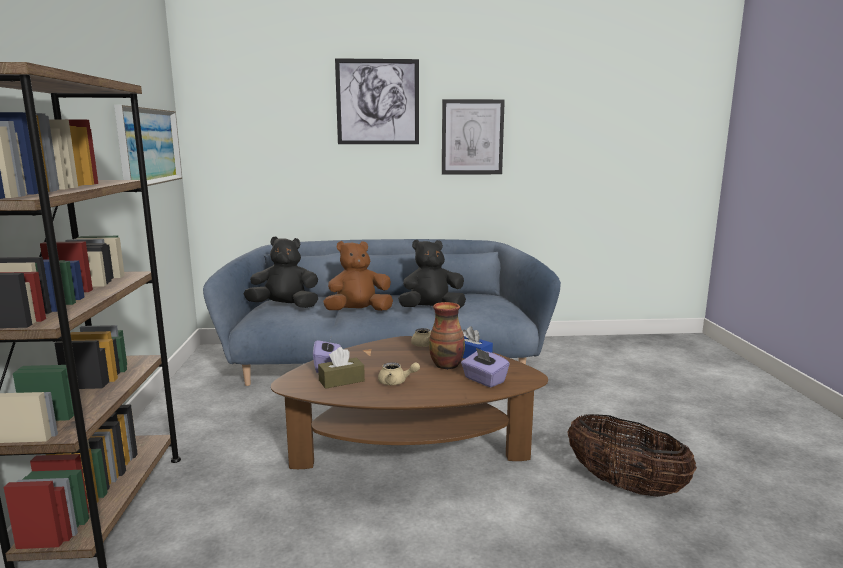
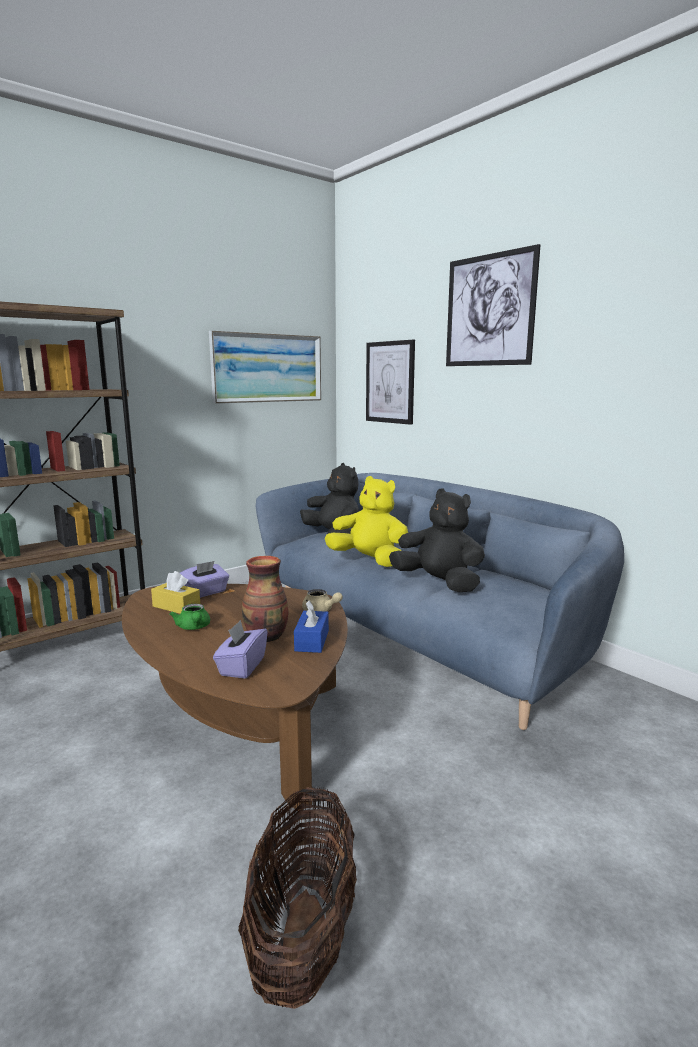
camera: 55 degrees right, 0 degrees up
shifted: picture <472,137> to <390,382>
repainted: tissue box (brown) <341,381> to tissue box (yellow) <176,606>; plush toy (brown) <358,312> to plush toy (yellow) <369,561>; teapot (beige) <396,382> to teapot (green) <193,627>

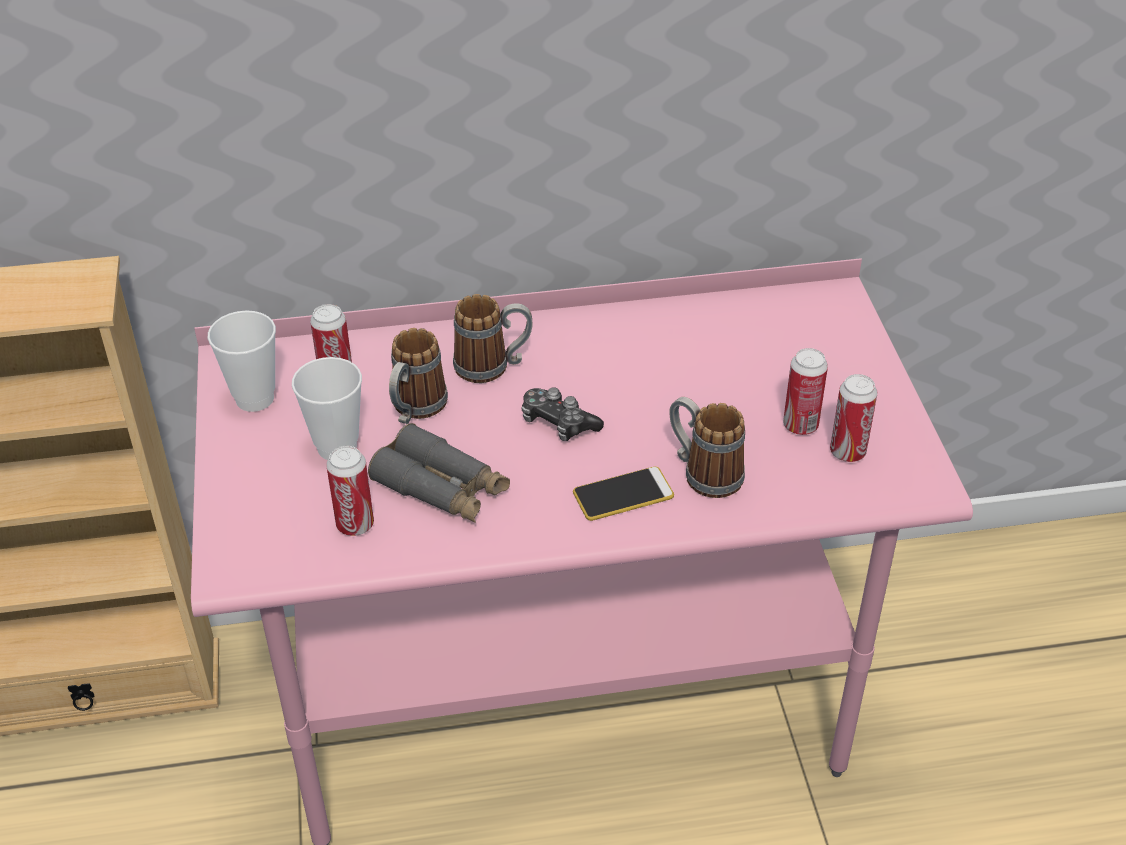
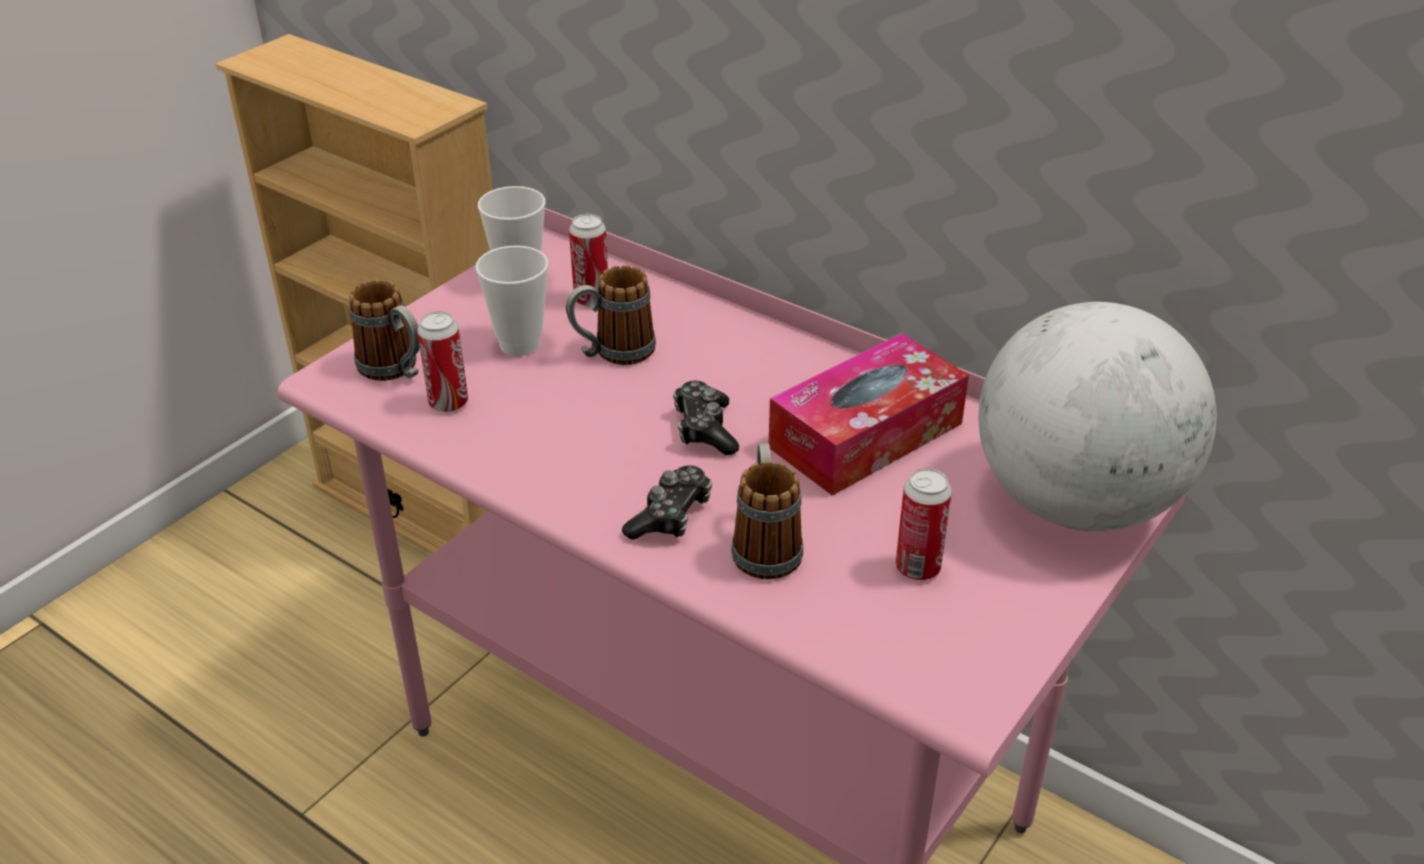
camera: 45 degrees right, 5 degrees down
gone: binoculars (grey) <442,488>; can <847,452>
new: tissue box <866,435>; globe <1075,502>
shifted: mug <493,366> to <396,370>
swapped: phone <623,494> to game controller <670,516>

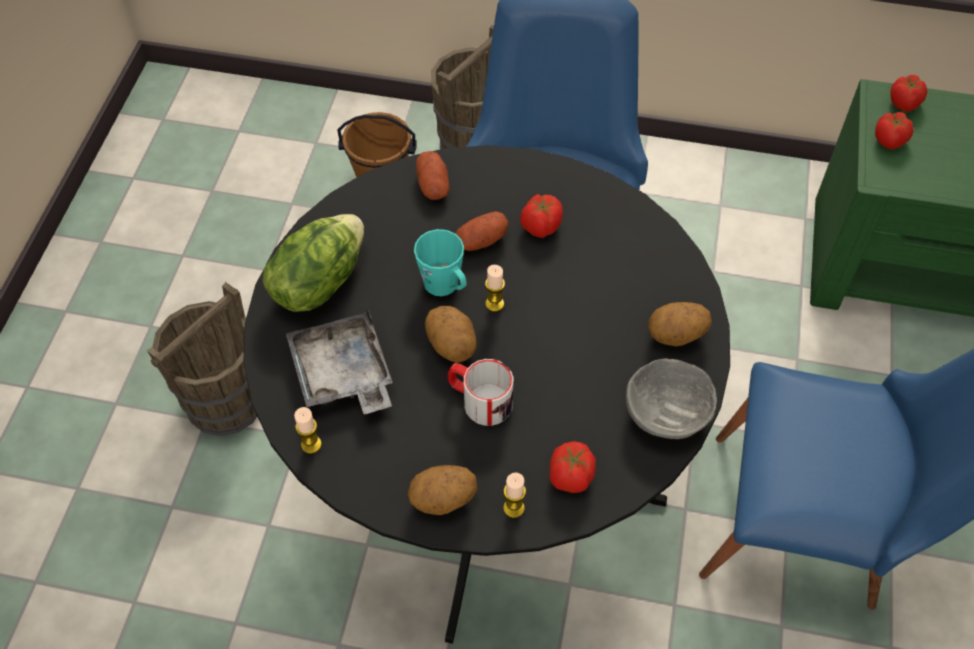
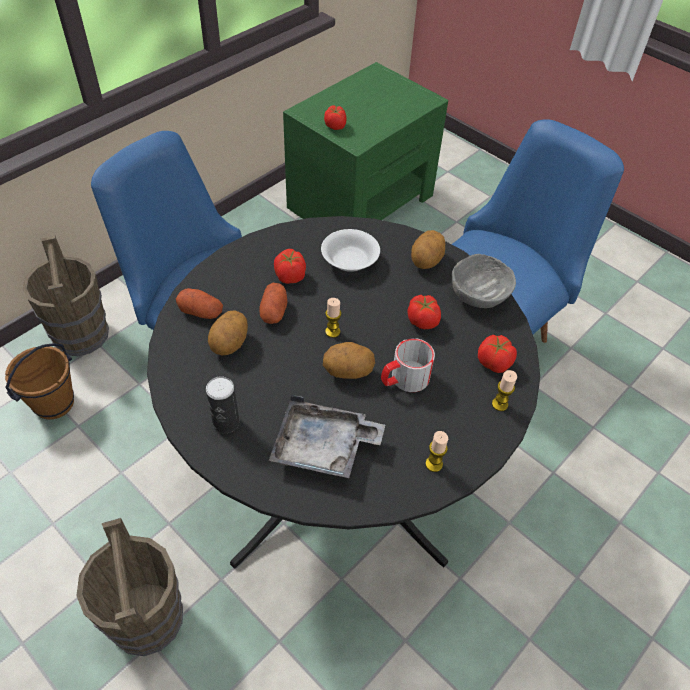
camera: 60 degrees left, 5 degrees down
gone: mug (turquoise) <445,286>
new: bowl (white) <349,261>
shifted: candle <311,444> to <434,464>; potato <443,500> to <230,344>; tomato <904,103> to <422,321>
swapped: lettuce <318,282> to can <226,422>

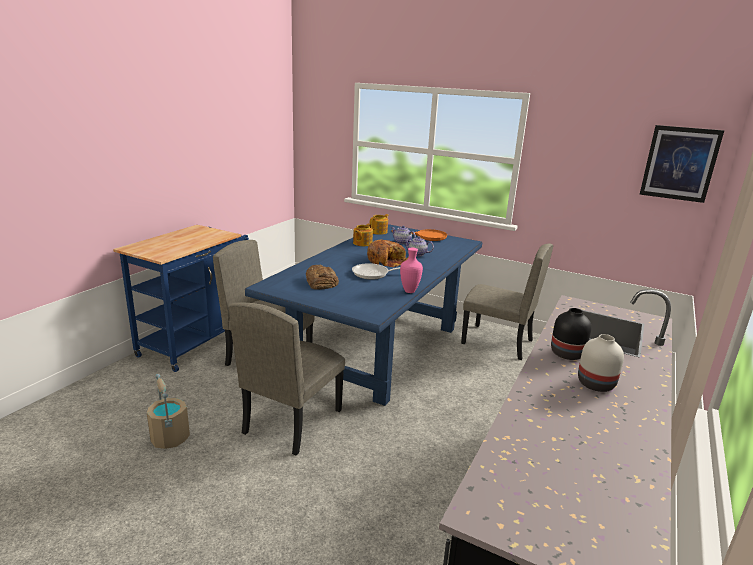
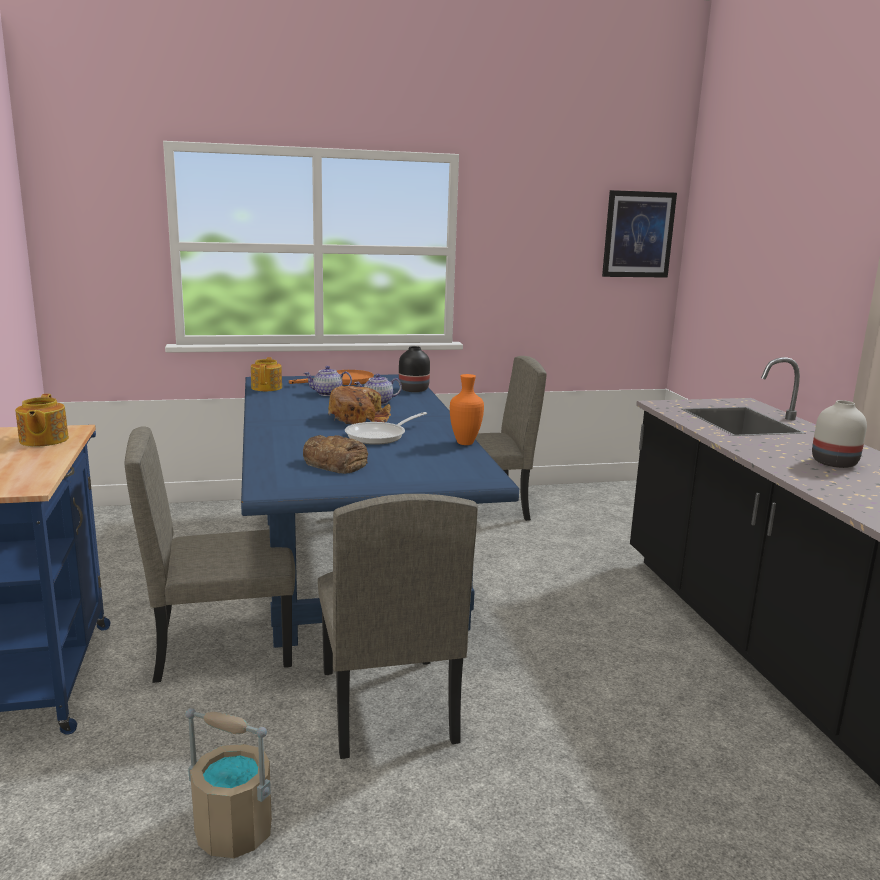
camera: 40 degrees left, 5 degrees down
shifted: teapot <362,243> to <43,440>; vase (black) <566,353> to <413,389>
repainted: vase (pink) <409,291> to vase (orange) <464,443>

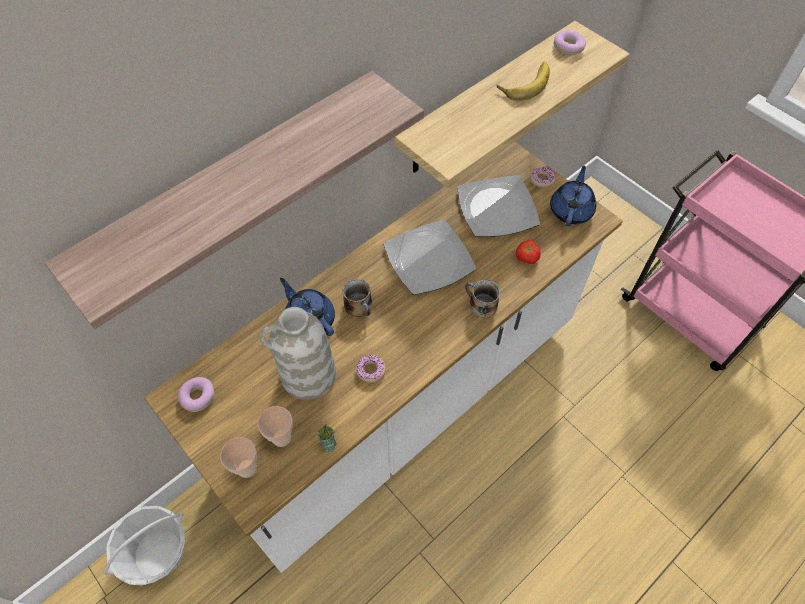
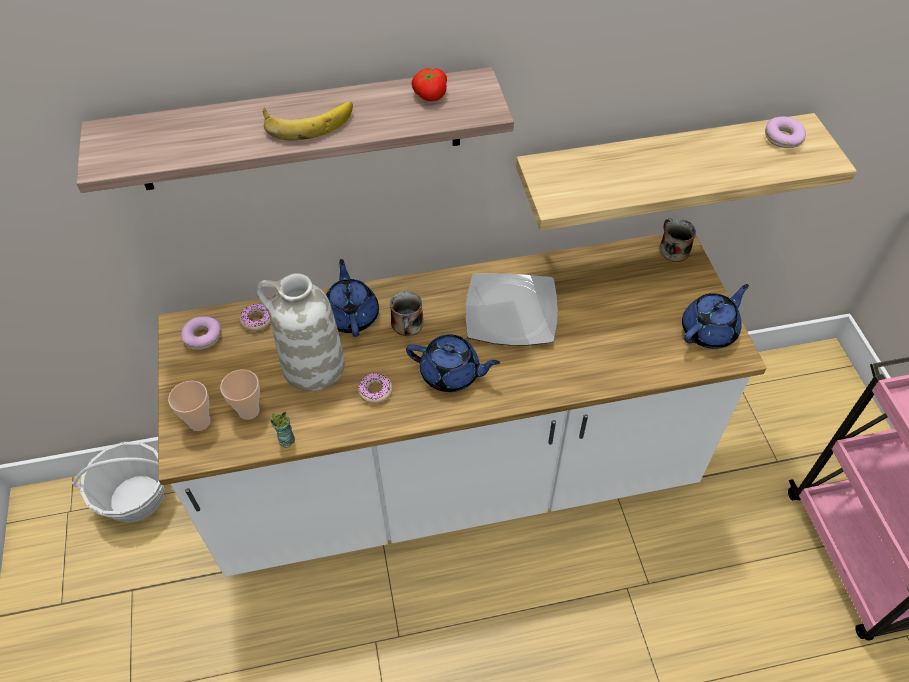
camera: 30 degrees right, 5 degrees down
gone: plate <496,209>
new: teapot (blue) <451,374>
shifted: mug <481,305> to <673,249>; banana <524,83> to <308,120>; tomato <526,257> to <429,94>; donut <541,180> to <257,320>

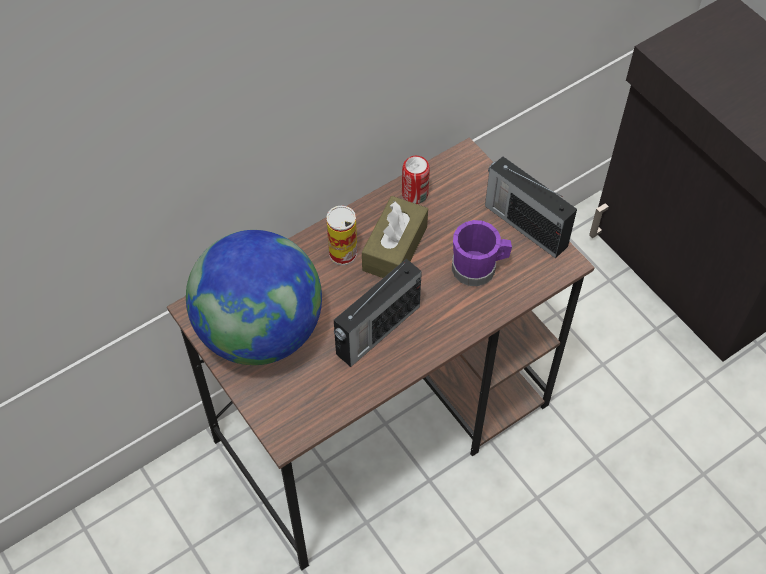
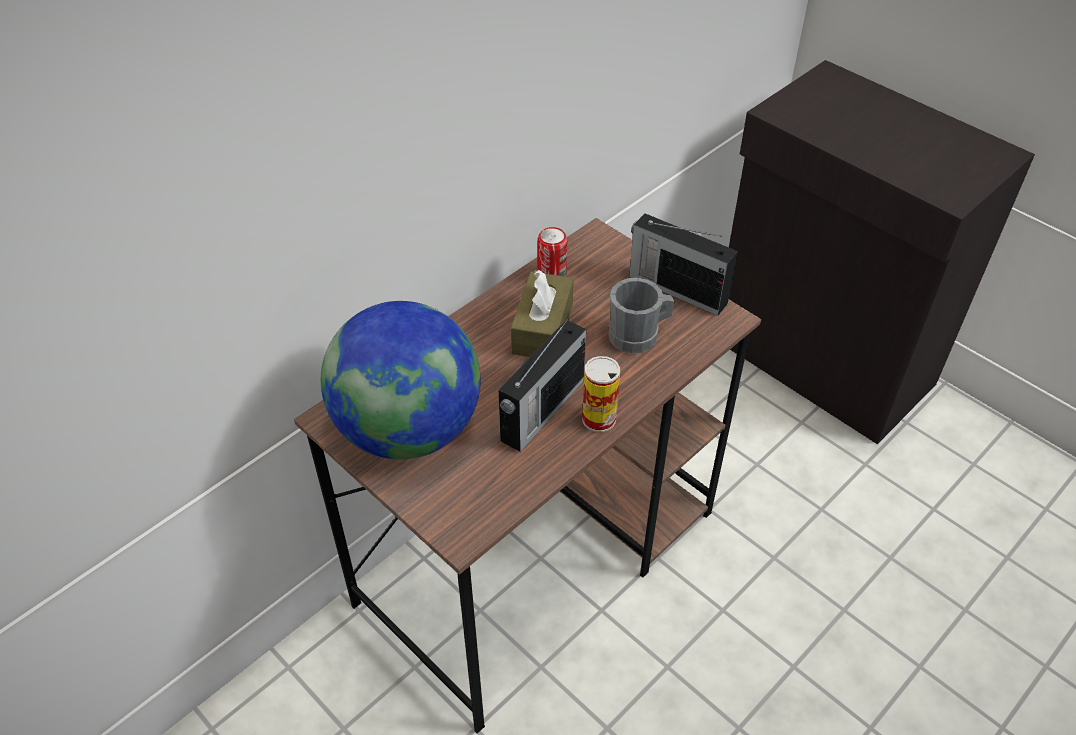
camera: 10 degrees left, 10 degrees down
shifted: can <343,253> to <599,419>
repainted: mug (purple) <479,268> to mug (grey) <638,335>

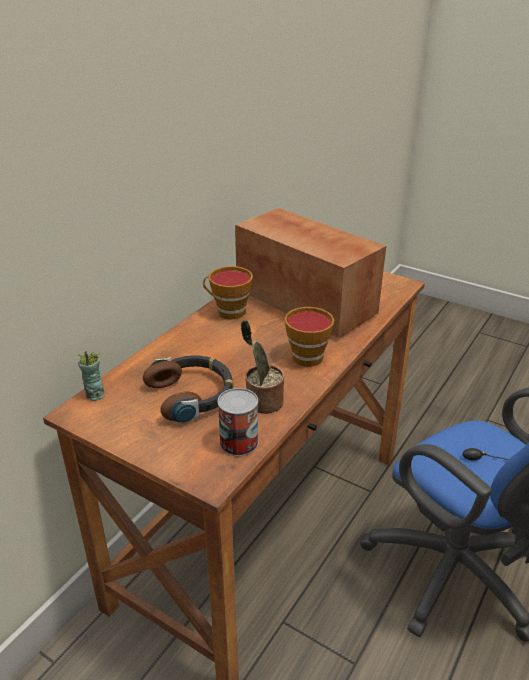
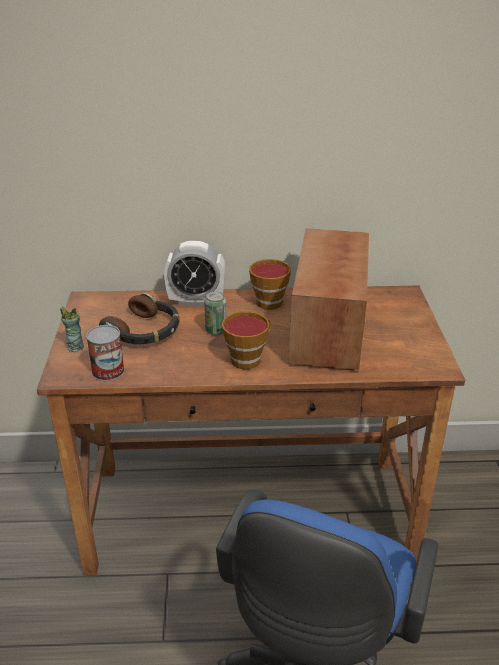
camera: 55 degrees right, 0 degrees up
gone: potted plant <262,402>
new: alarm clock <196,301>; can <216,331>
shifted: cup <95,395> to <75,347>

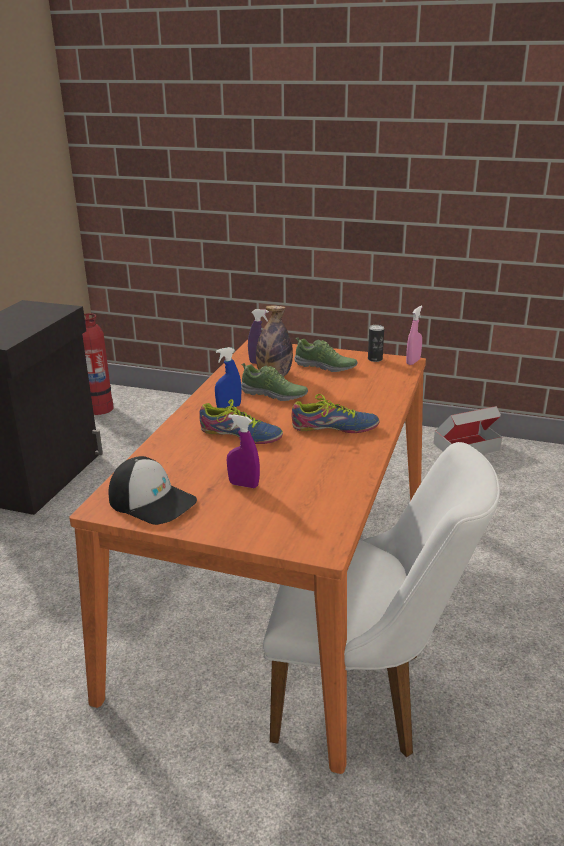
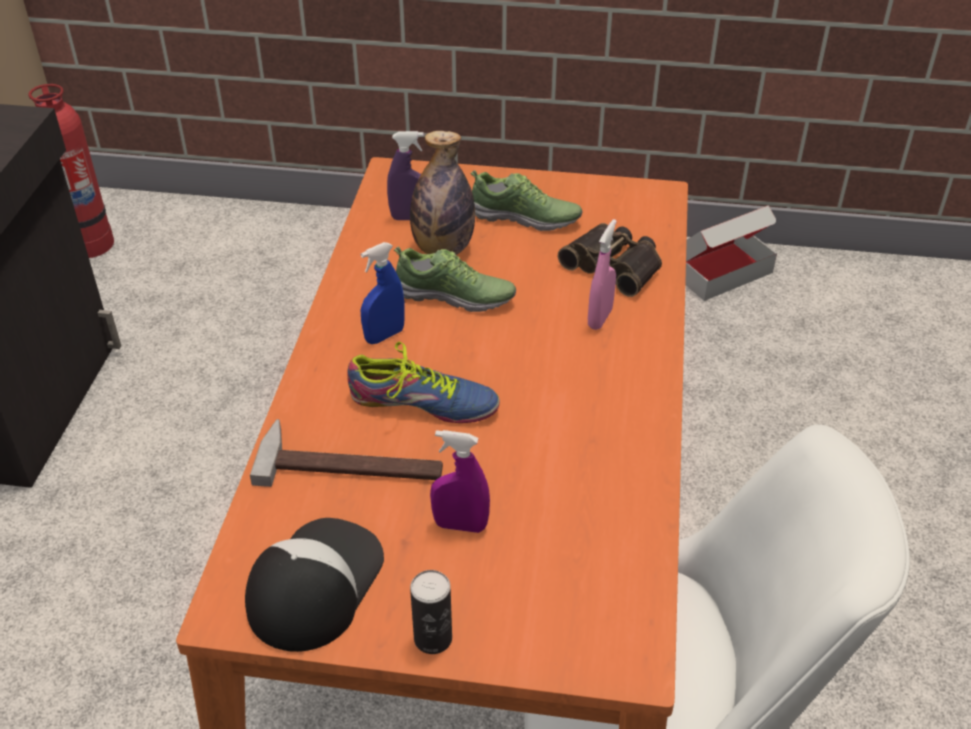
camera: 10 degrees left, 15 degrees up
gone: shoe <334,427>
new: hammer <351,462>; binoculars <615,266>
shifted: can <375,359> to <433,638>; spray bottle (pink) <413,361> to <600,318>
rotated: cap <152,501> = <313,584> 90 degrees counterclockwise

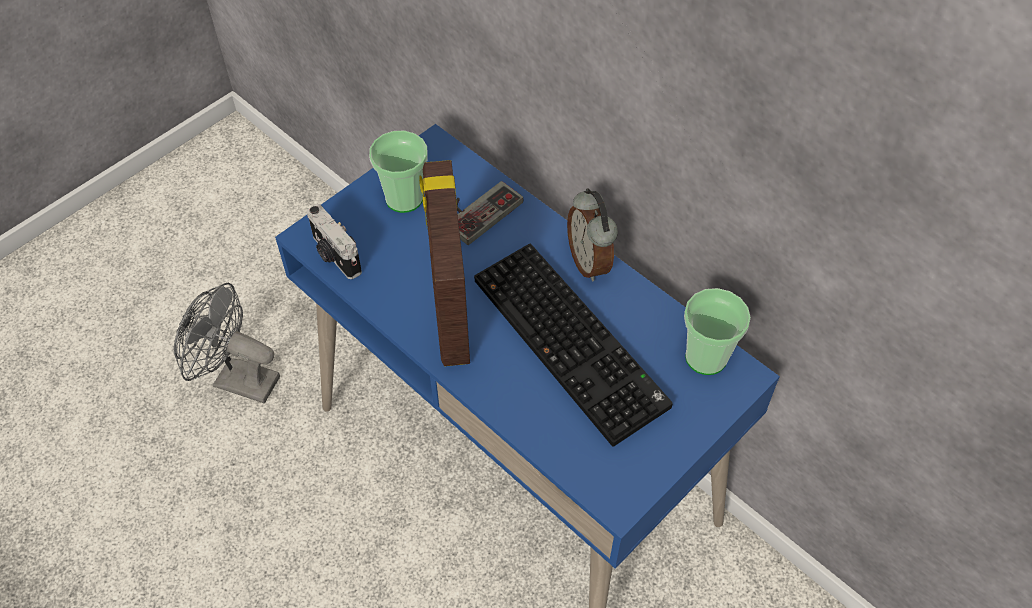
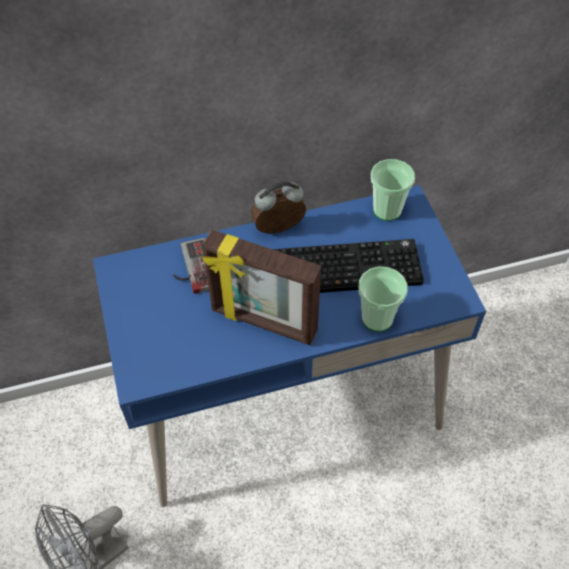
camera: 60 degrees left, 0 degrees up
gone: photo camera <335,255>
shifted: cup <404,198> to <377,318>
rotated: alarm clock <590,262> = <279,230> 150 degrees clockwise

